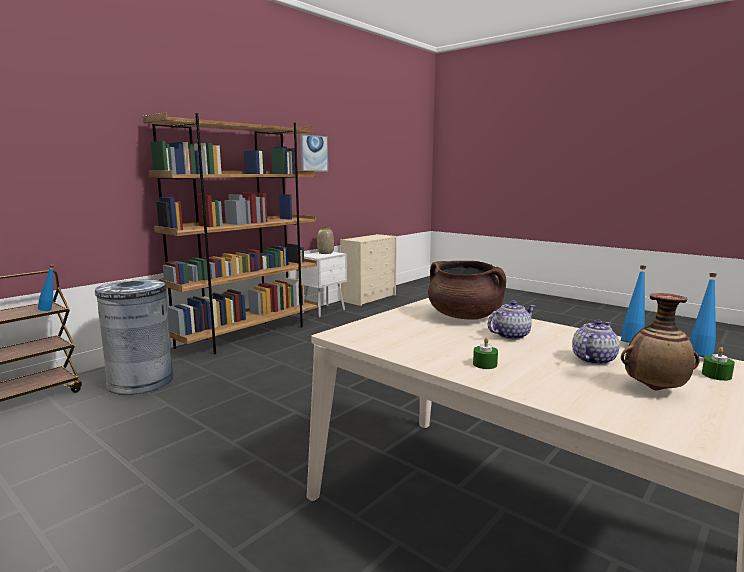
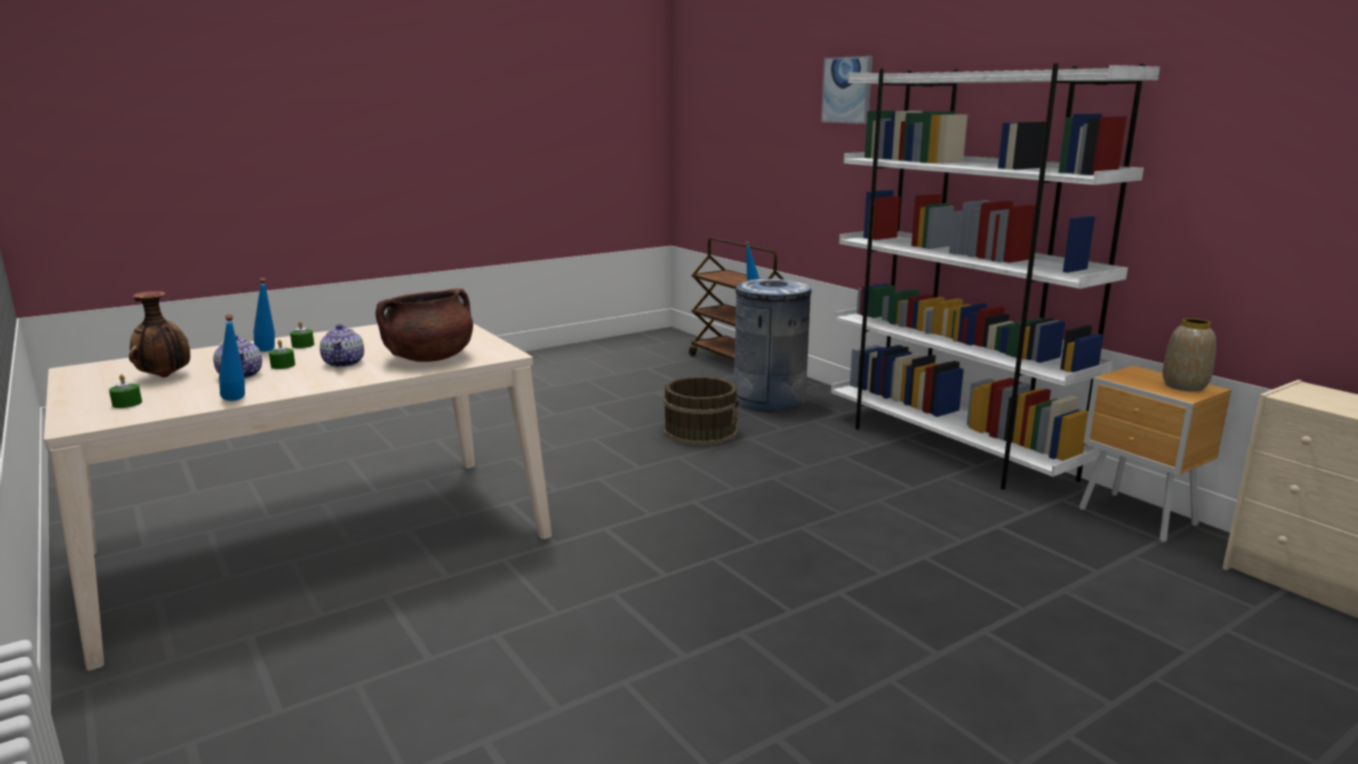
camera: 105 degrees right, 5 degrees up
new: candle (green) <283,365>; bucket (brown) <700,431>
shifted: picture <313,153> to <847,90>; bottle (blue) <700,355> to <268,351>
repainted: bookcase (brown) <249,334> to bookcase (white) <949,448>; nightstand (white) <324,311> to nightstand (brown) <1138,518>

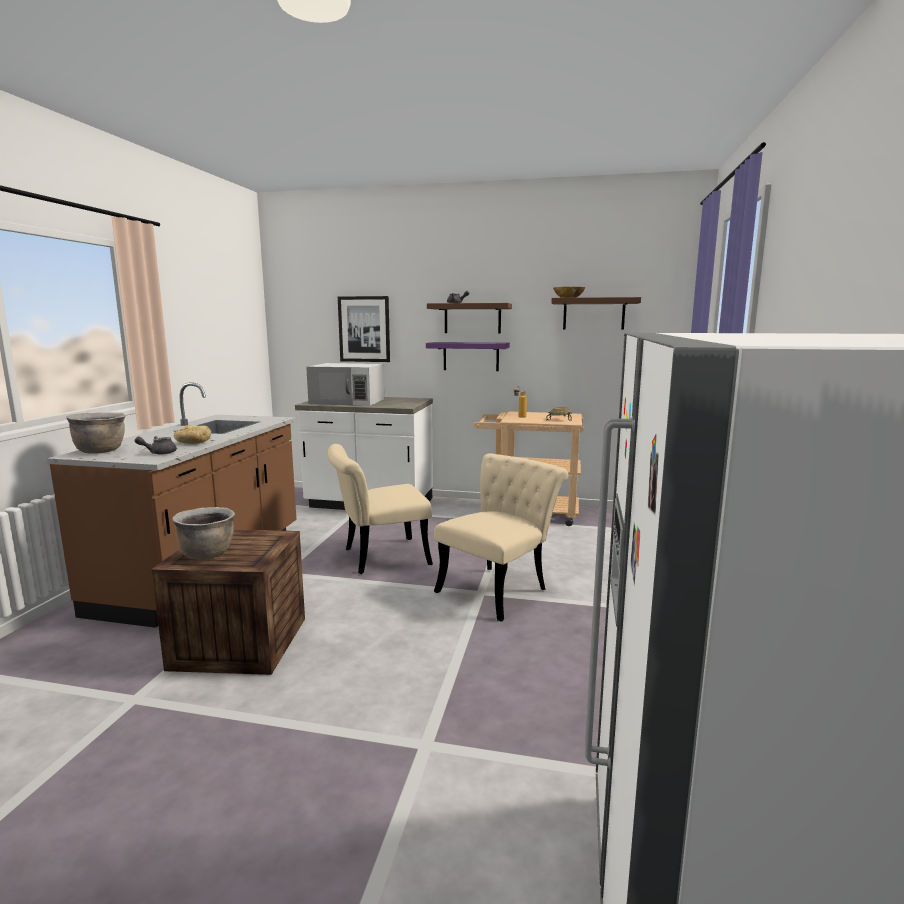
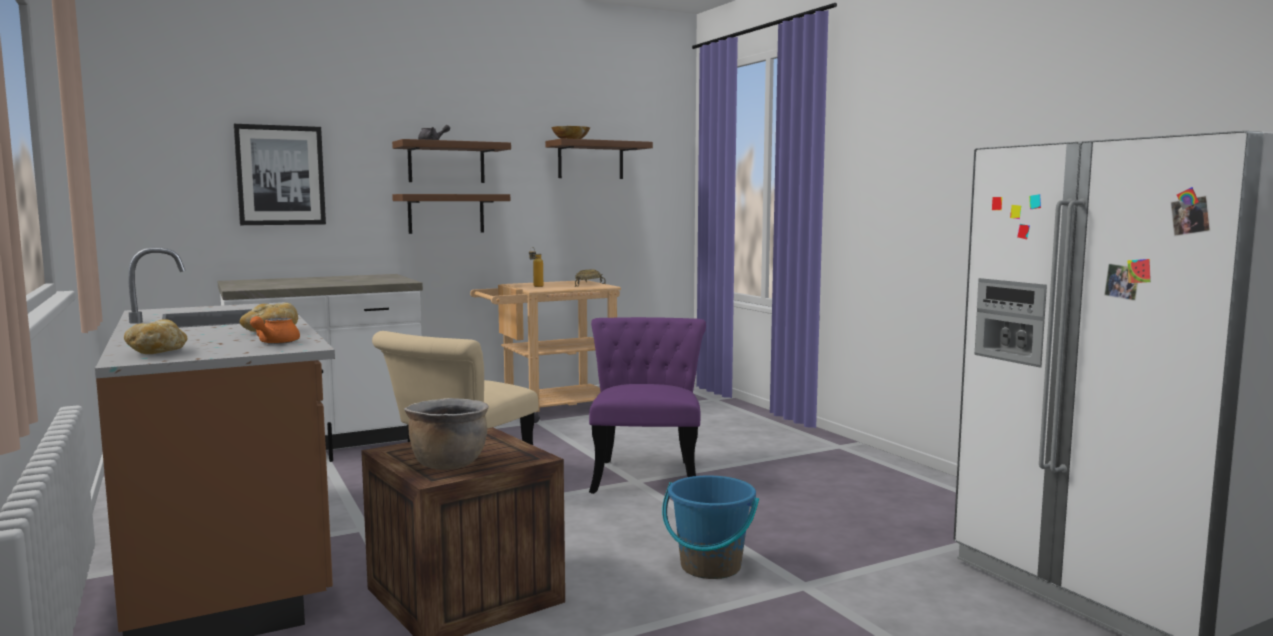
camera: 40 degrees left, 5 degrees down
gone: microwave (white) <348,401>
new: bucket (blue) <710,567>
swapped: cooking pot (brown) <101,451> to bread <157,352>
repainted: teapot (grey) <159,453> to teapot (orange) <274,343>; shelf (purple) <471,356> to shelf (brown) <446,213>; chair (beige) <499,589> to chair (purple) <646,474>

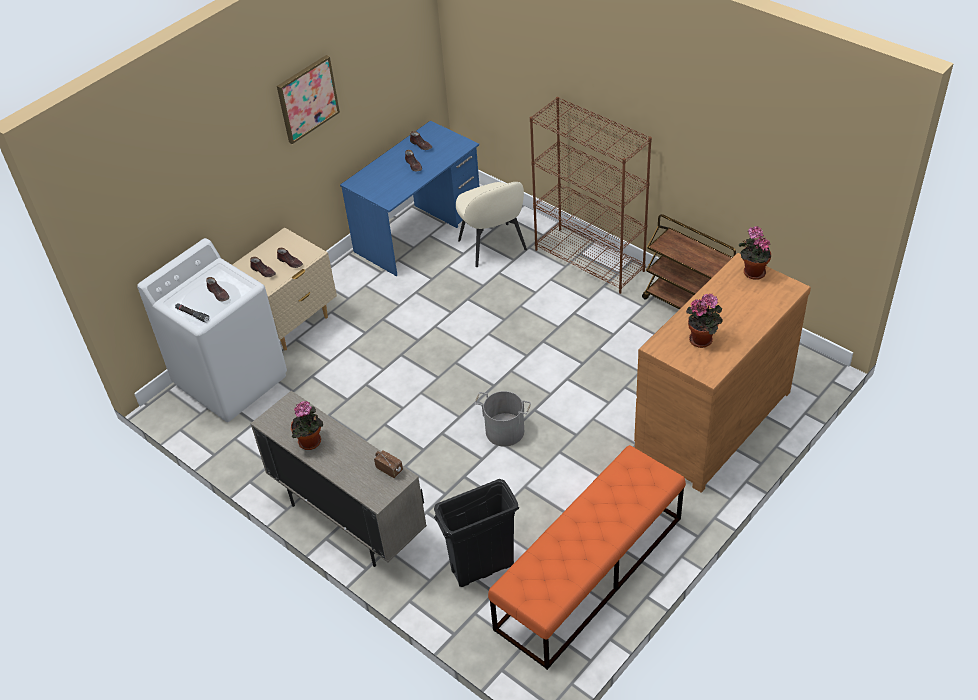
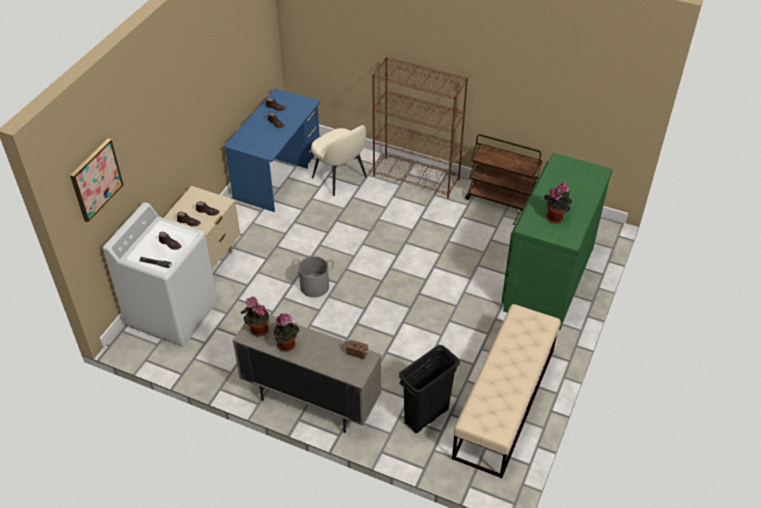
camera: 20 degrees left, 0 degrees up
shifted: picture <307,98> to <96,179>; bucket (grey) <505,430> to <314,286>; potted plant <752,272> to <257,330>
repainted: bench (orange) <589,573> to bench (beige) <504,403>; dresser (brown) <710,421> to dresser (green) <546,278>

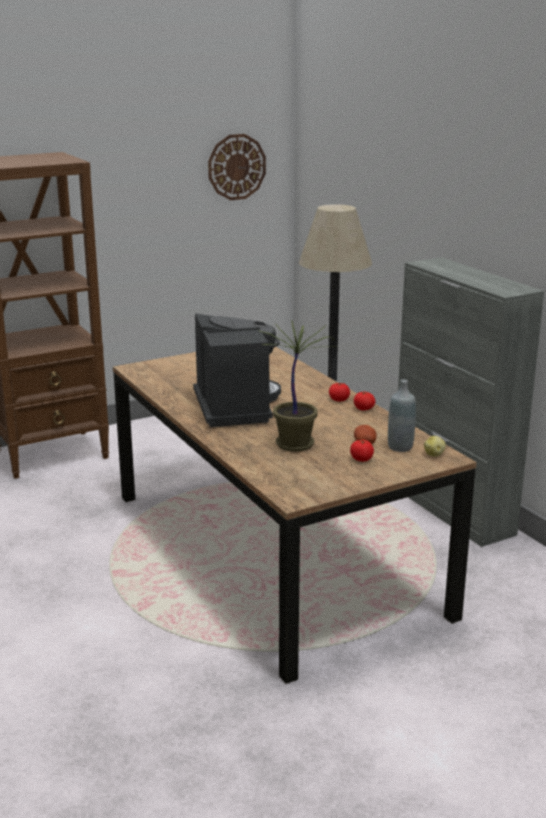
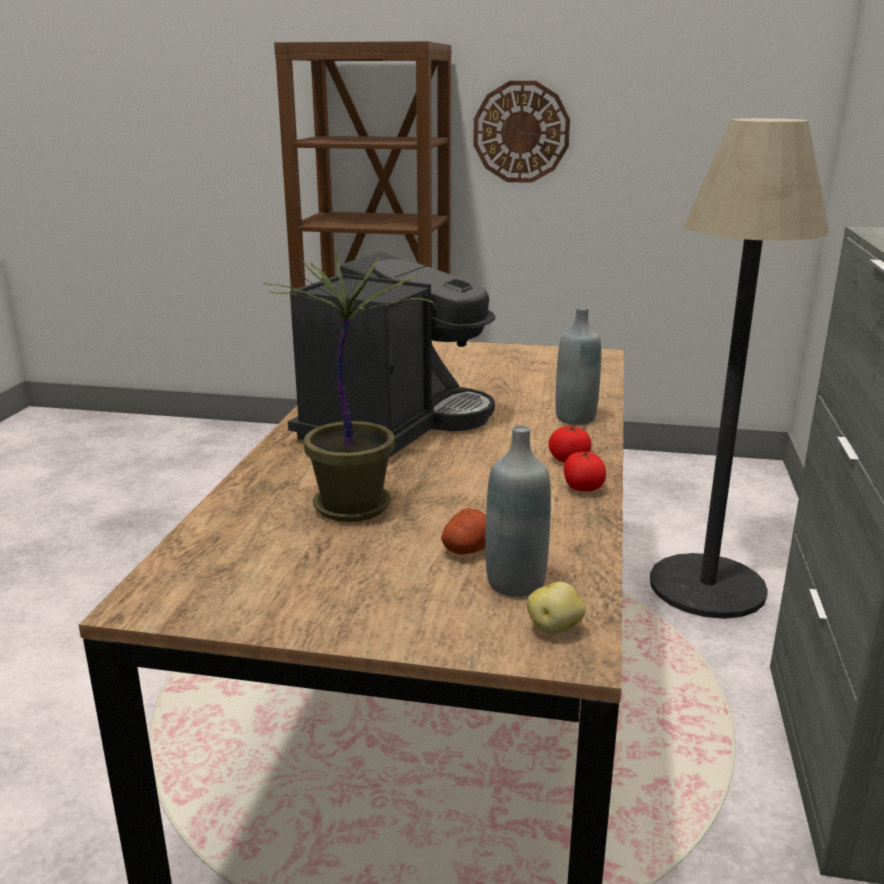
camera: 40 degrees right, 0 degrees up
gone: tomato <361,459>
new: bottle (grey) <575,418>
shifted: wall clock <236,167> to <521,132>

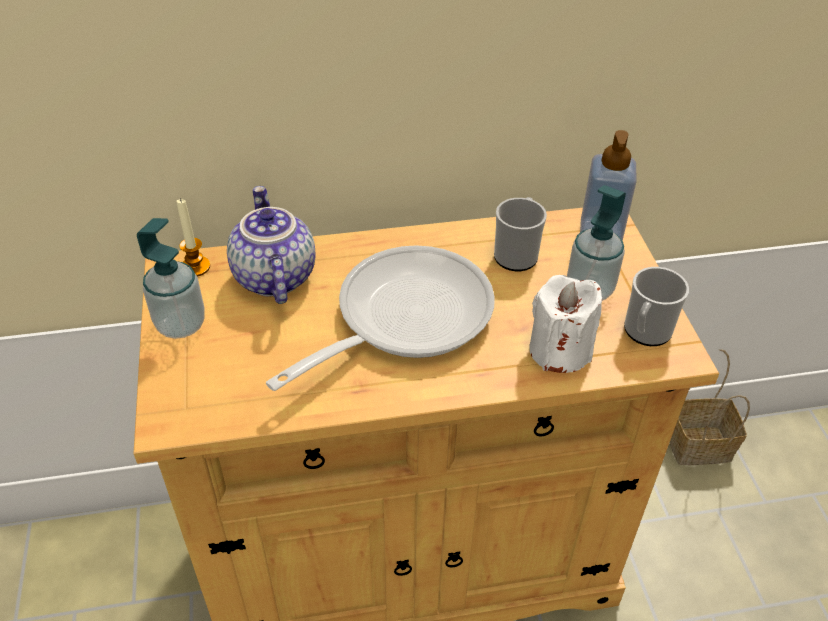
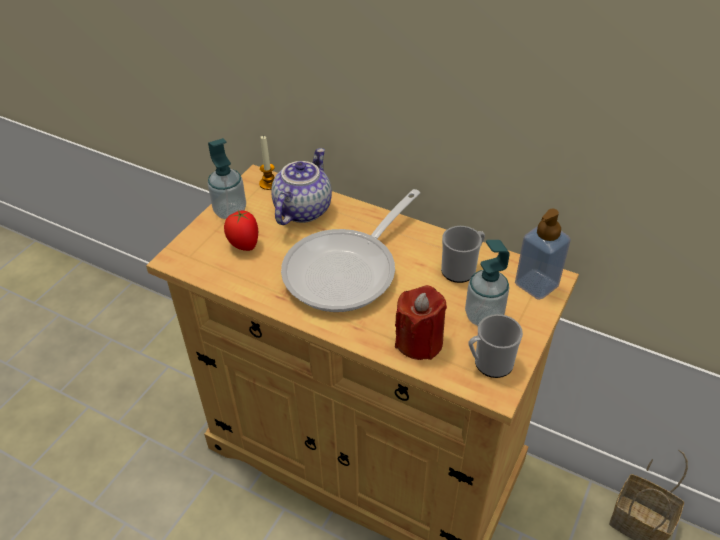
camera: 40 degrees right, 0 degrees up
new: tomato <244,245>
repainted: candle (white) <559,350> to candle (red) <419,342>
rotated: frying pan <403,318> = <347,270> 135 degrees clockwise

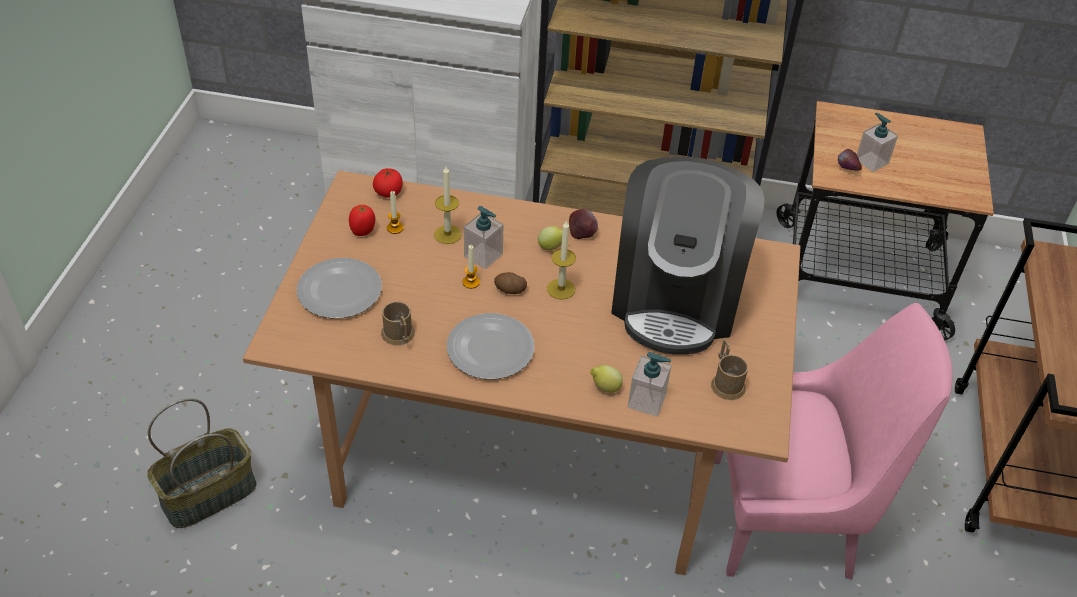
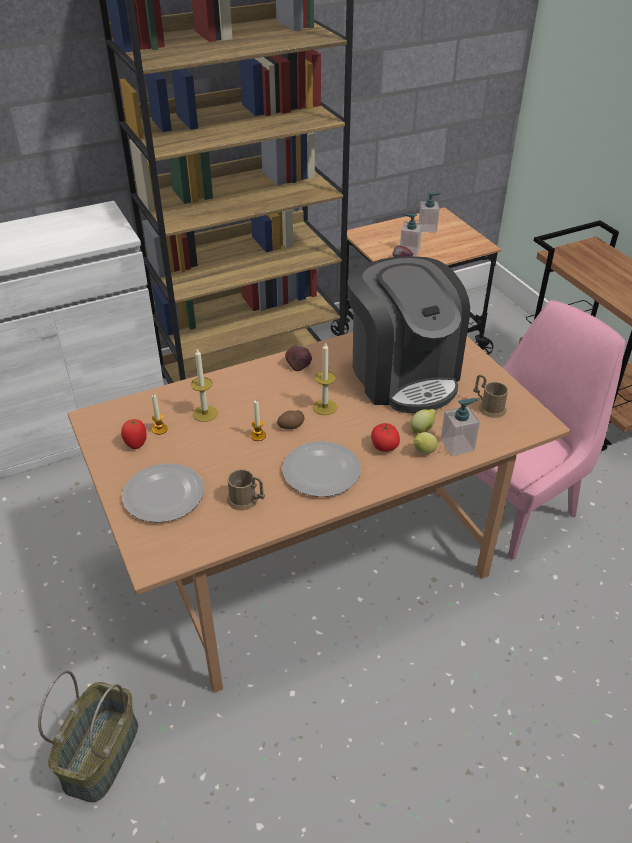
camera: 35 degrees left, 5 degrees down
shifted: tomato <388,192> to <384,446>; soap dispenser <483,256> to <427,228>; lemon <551,247> to <422,430>

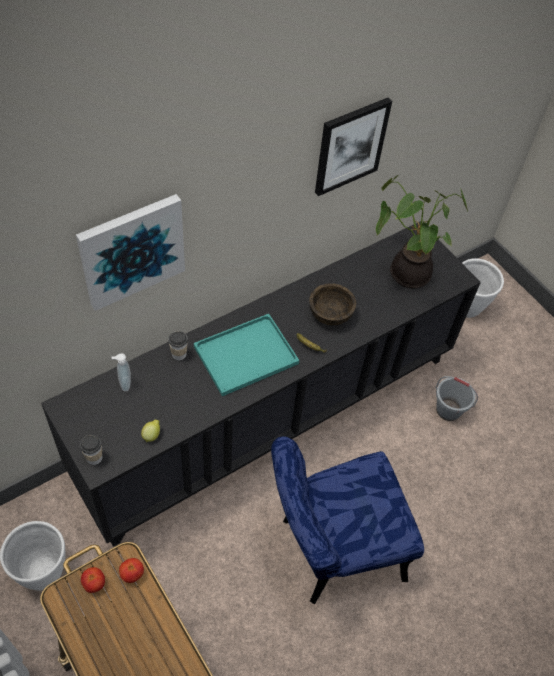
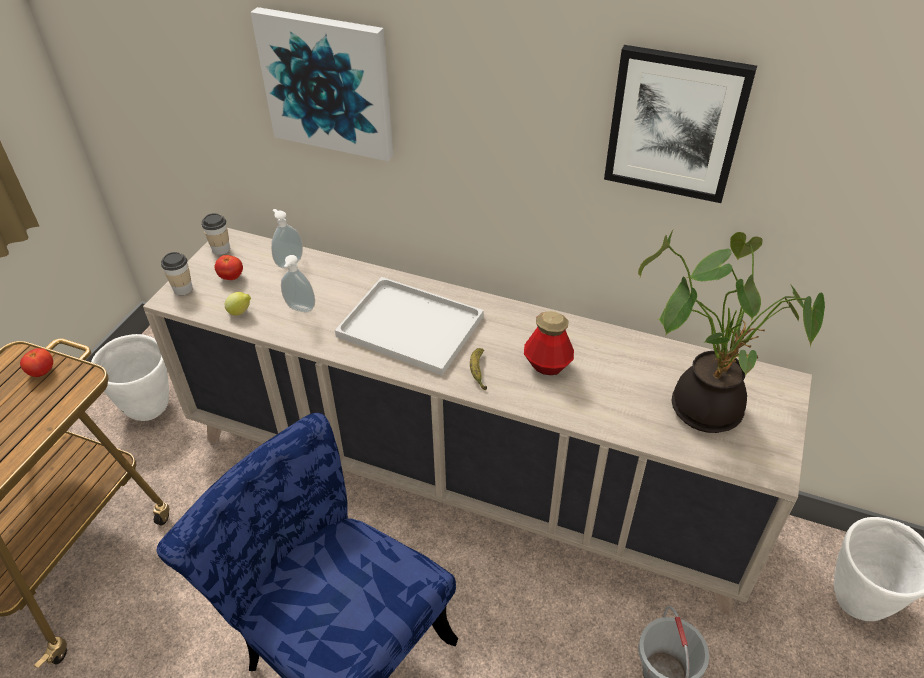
camera: 60 degrees right, 10 degrees down
new: soap dispenser <300,309>
shifted: tomato <132,574> to <231,277>; cup <179,354> to <221,249>
swapped: bowl (brown) <330,314> to bottle <547,365>
repainted: cabinet (black) <268,417> to cabinet (beige) <463,476>; tray (turquoise) <247,354> to tray (white) <413,326>

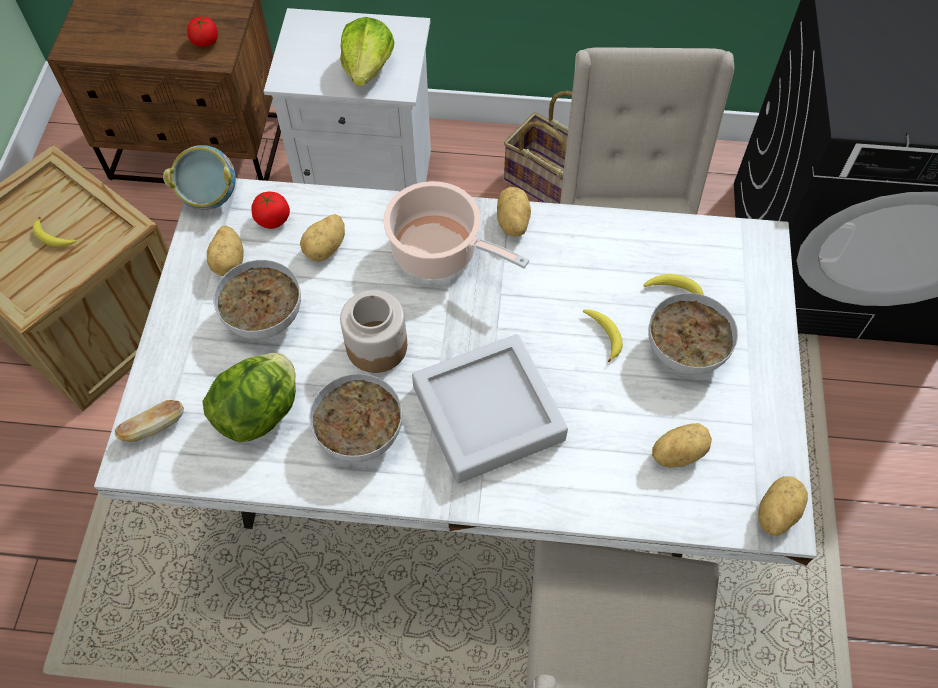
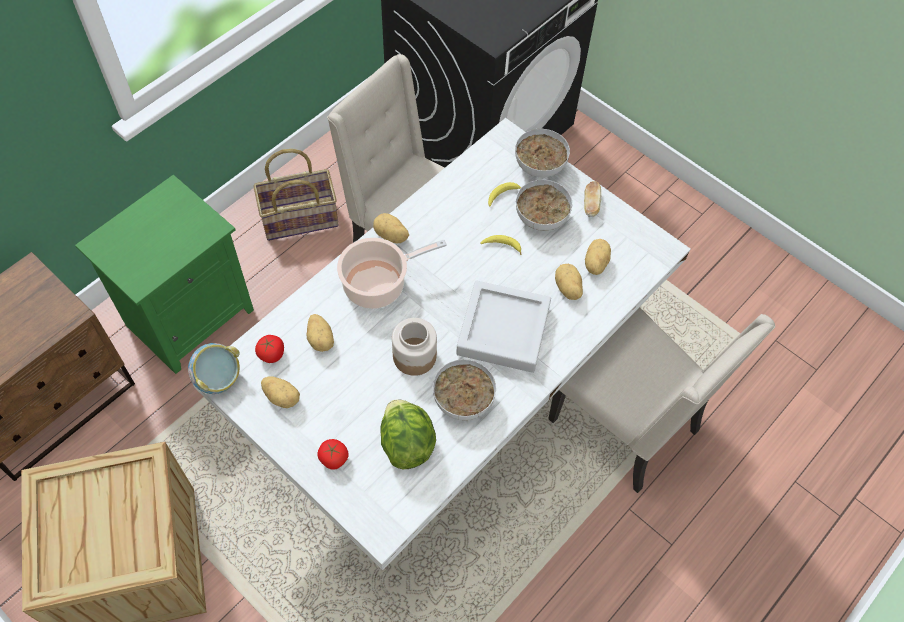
camera: 55 degrees left, 0 degrees up
gone: banana <53,238>; lettuce <367,68>
shifted: bread <153,427> to <591,204>; tomato <205,41> to <333,458>; bowl <263,315> to <539,166>; potato <775,512> to <567,289>
repainted: nightstand (white) <369,180> to nightstand (green) <190,315>

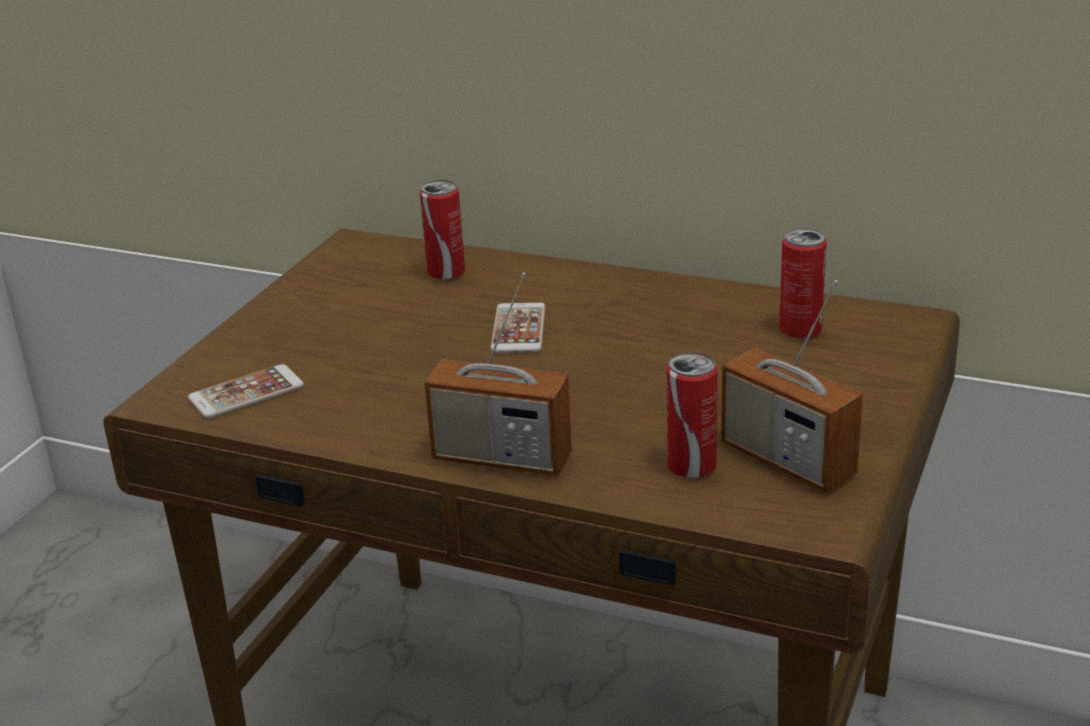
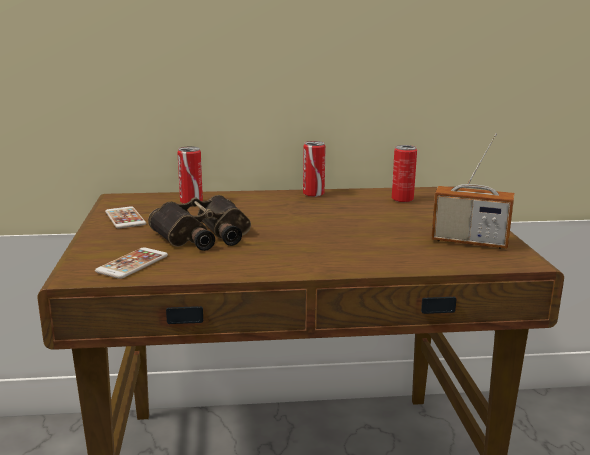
camera: 30 degrees left, 10 degrees down
gone: radio <502,458>
new: binoculars <204,236>
shifted: phone <518,329> to <125,218>; can <691,467> to <313,194>

